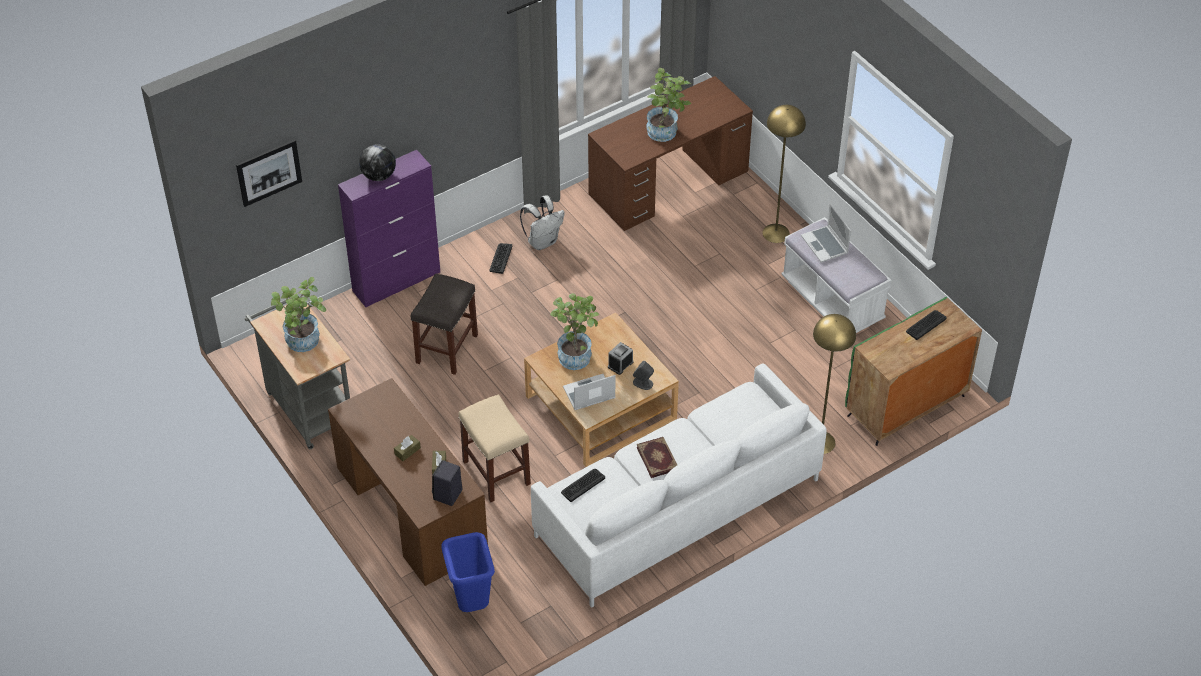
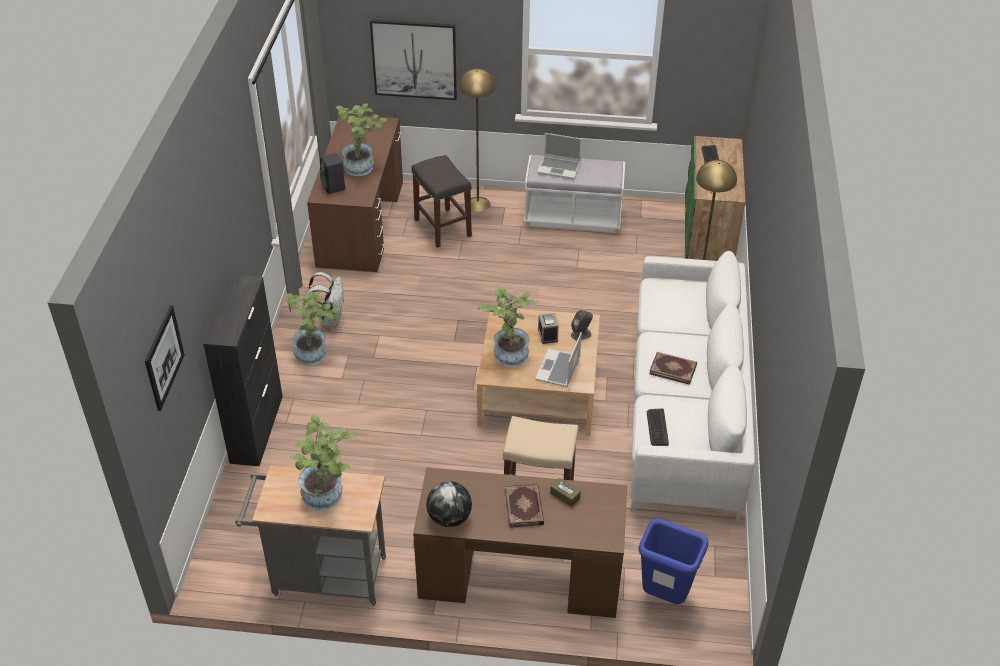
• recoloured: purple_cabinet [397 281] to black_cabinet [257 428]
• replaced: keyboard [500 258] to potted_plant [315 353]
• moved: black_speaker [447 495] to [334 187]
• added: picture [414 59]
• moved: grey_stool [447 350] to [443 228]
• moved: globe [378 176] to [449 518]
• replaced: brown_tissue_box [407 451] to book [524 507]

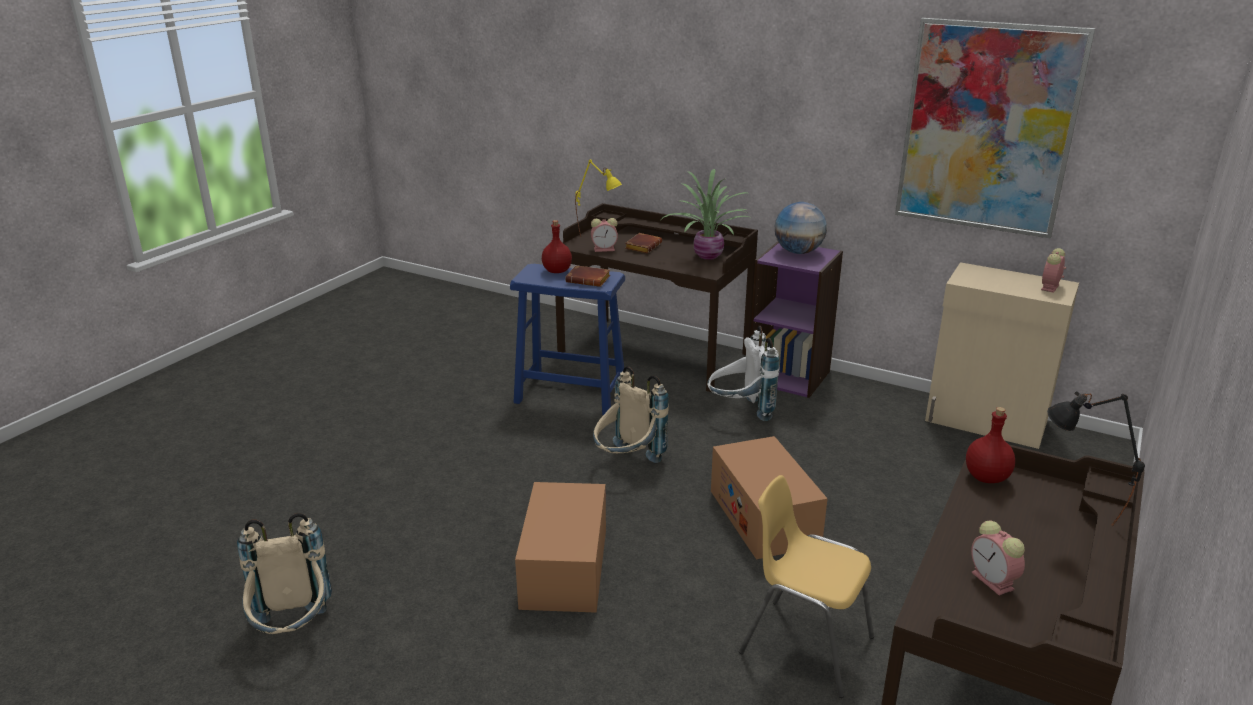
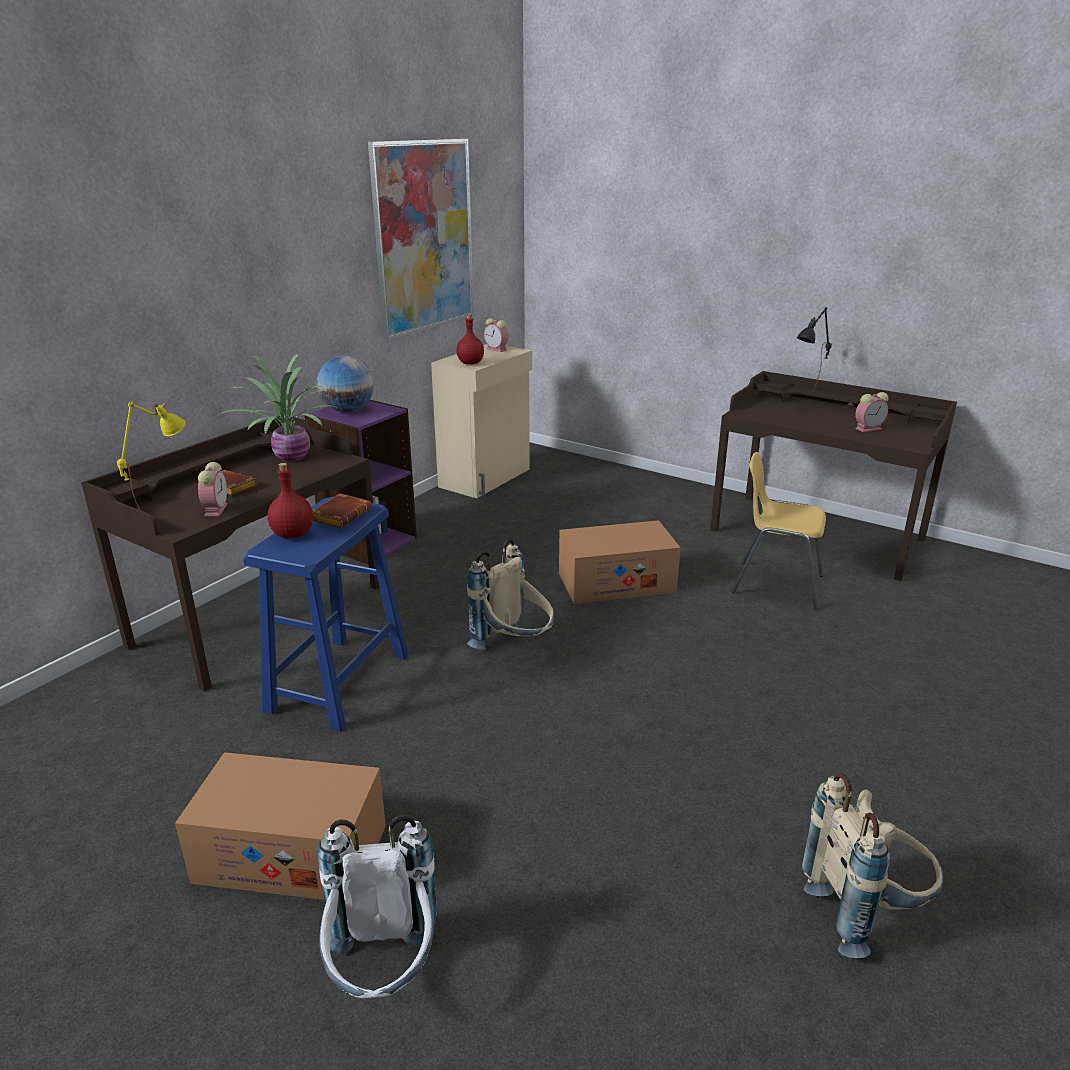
• moved: cardboard_box [564 567] to [291 853]
• moved: white_backpack [740 411] to [383 975]
• moved: red_bottle [986 478] to [471 363]
• turned: yellow_chair [805 645] = [776 584] 75 degrees clockwise

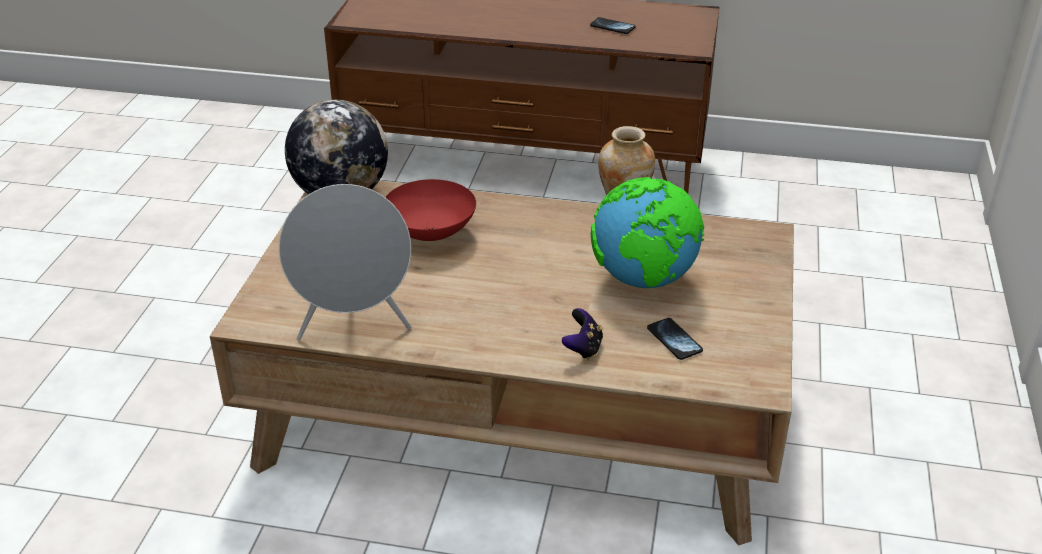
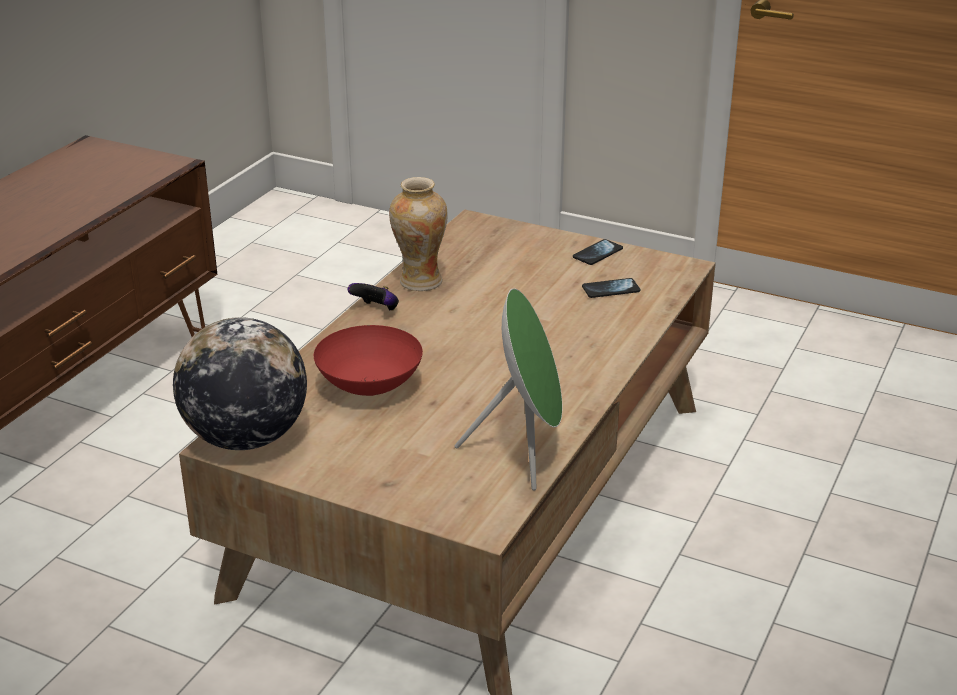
• moved: game_controller [583 348] to [376 310]
• recoloured: grey_speaker [354 327] to green_speaker [524 452]
• moved: phone [612 27] to [597 253]
• removed: globe [644 281]

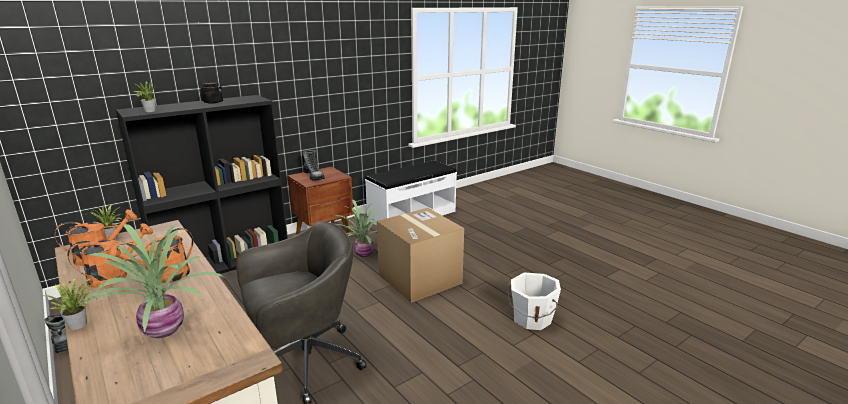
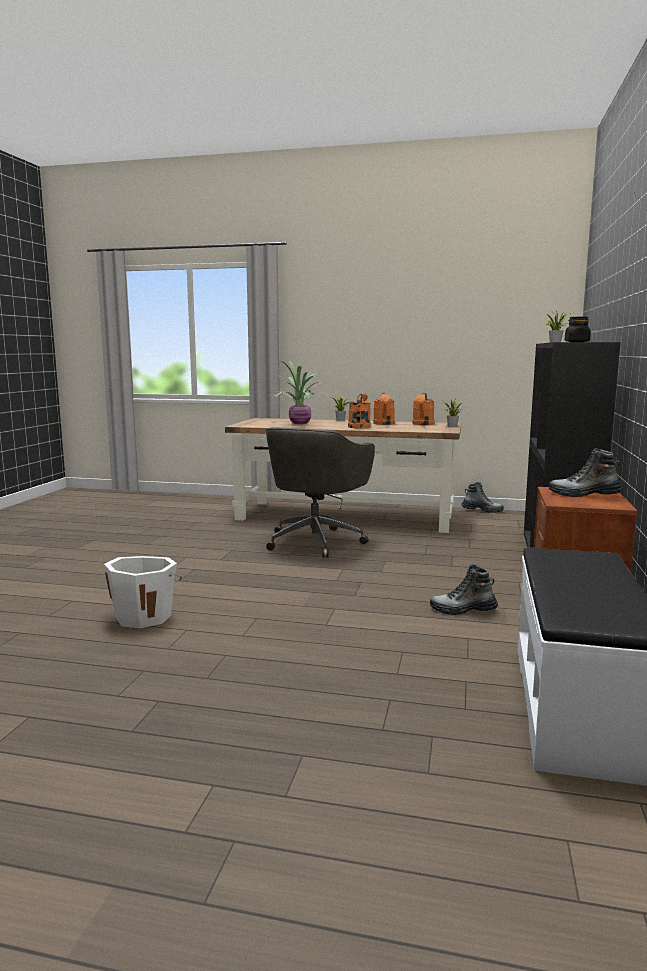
• replaced: potted_plant [363 253] to boot [463 610]
• removed: cardboard_box [420 279]

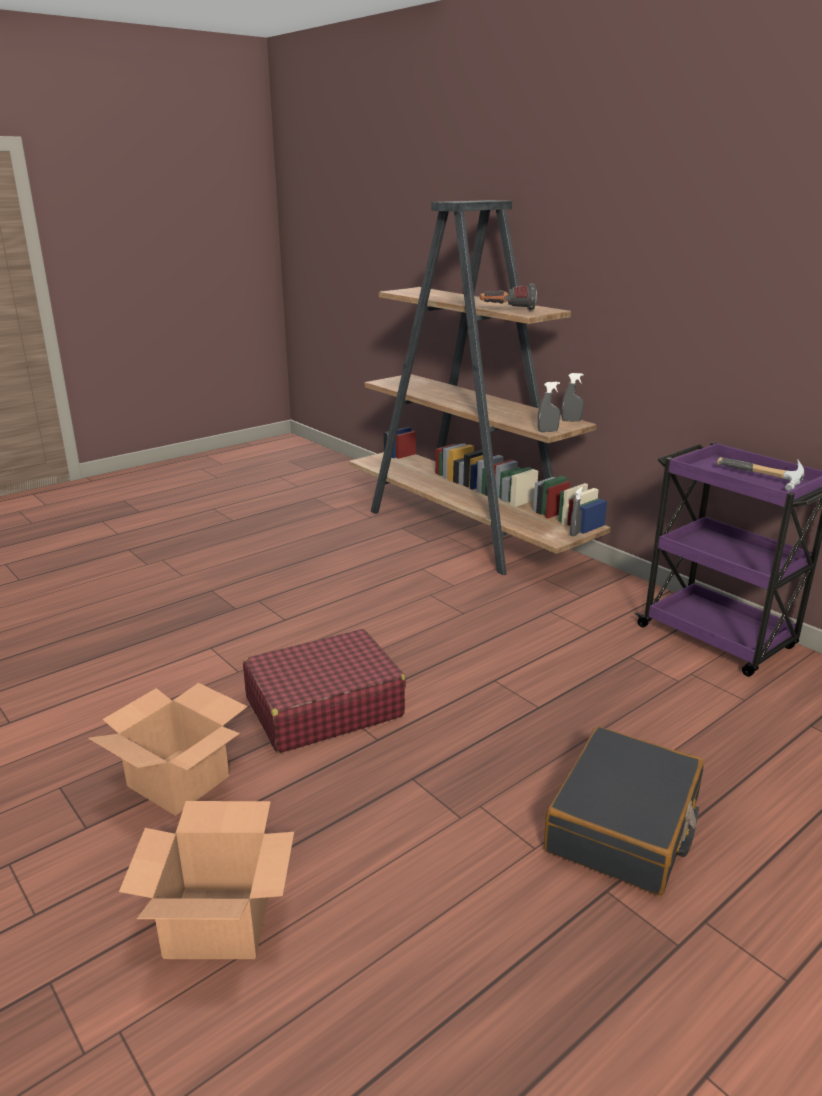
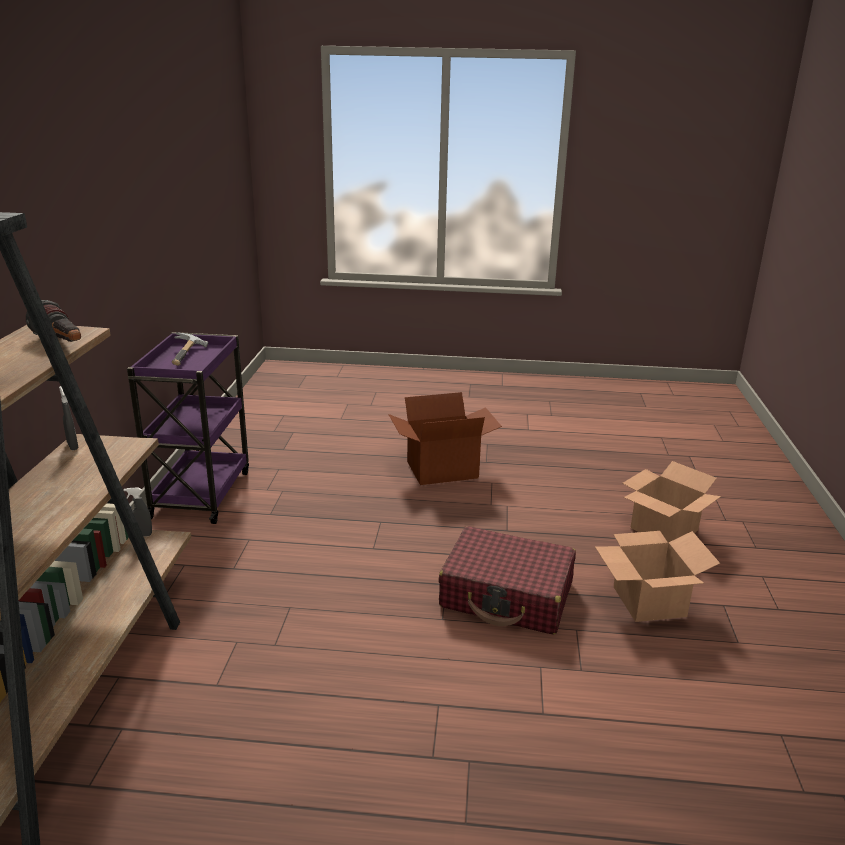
• replaced: black_suitcase [624 826] to cardboard_box [442 469]
• removed: grey_spray_bottle [547 431]

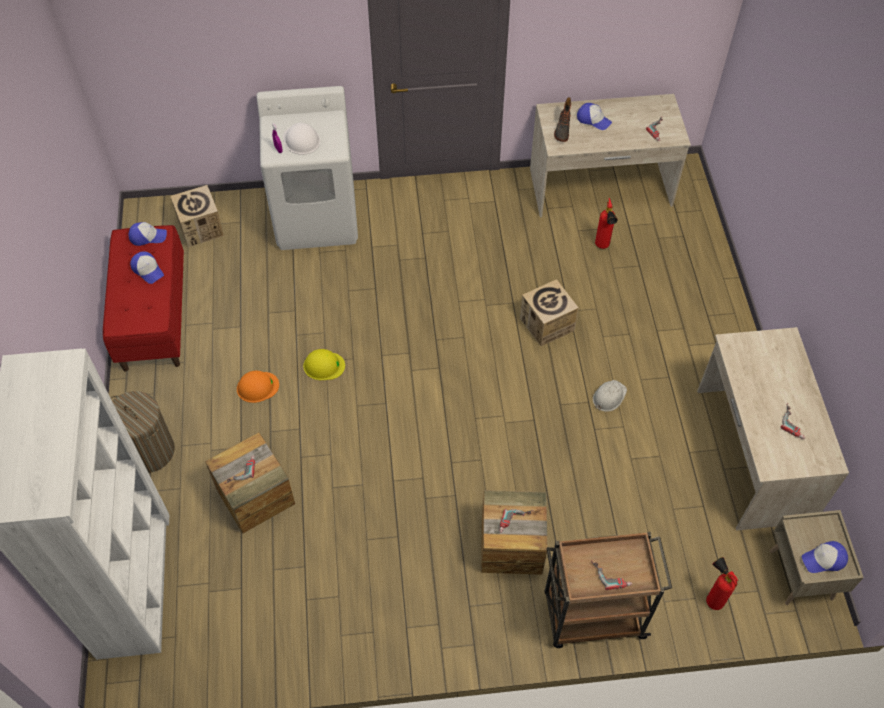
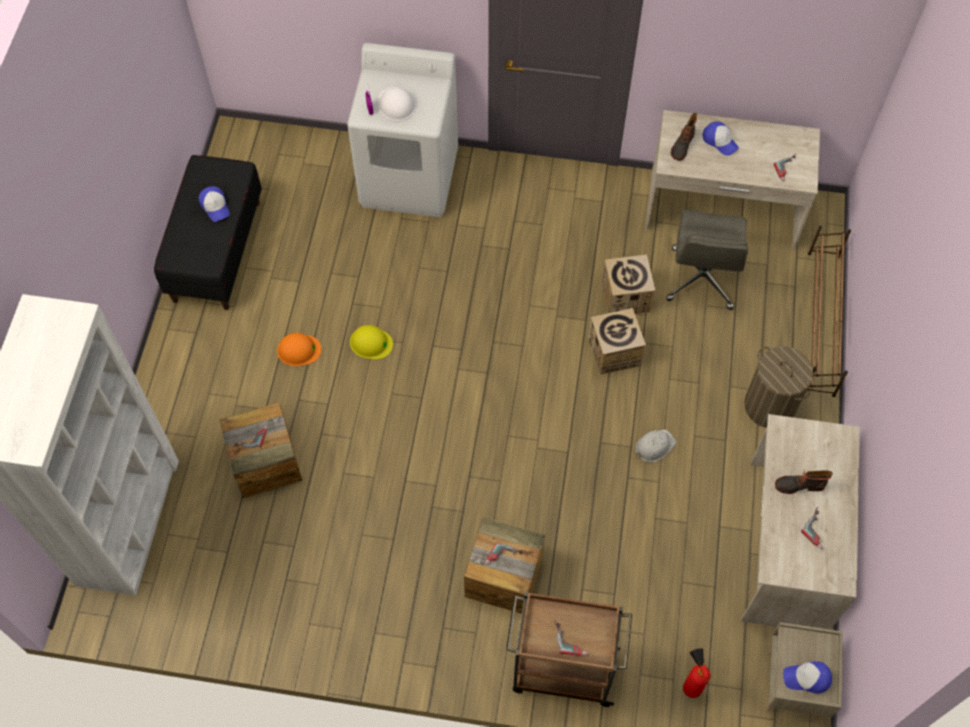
• recoloured: red_bench [153 316] to black_bench [216 251]
• moved: cardboard_box [201 228] to [625 297]
• replaced: fire_extinguisher [602 247] to grey_office_chair [702 279]
• moved: laundry_basket [149 451] to [769 405]
• added: boot [799 485]
• added: brown_shoe_rack [820 323]
• removed: cap [148 236]

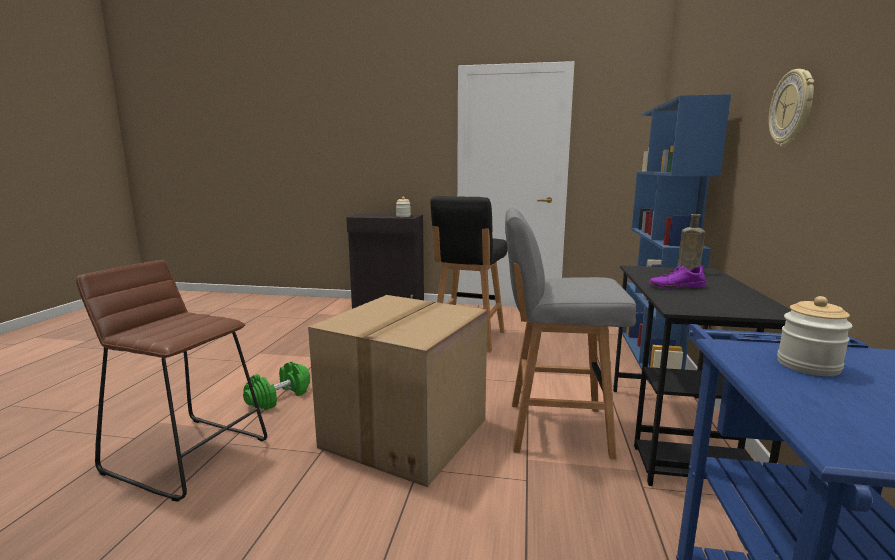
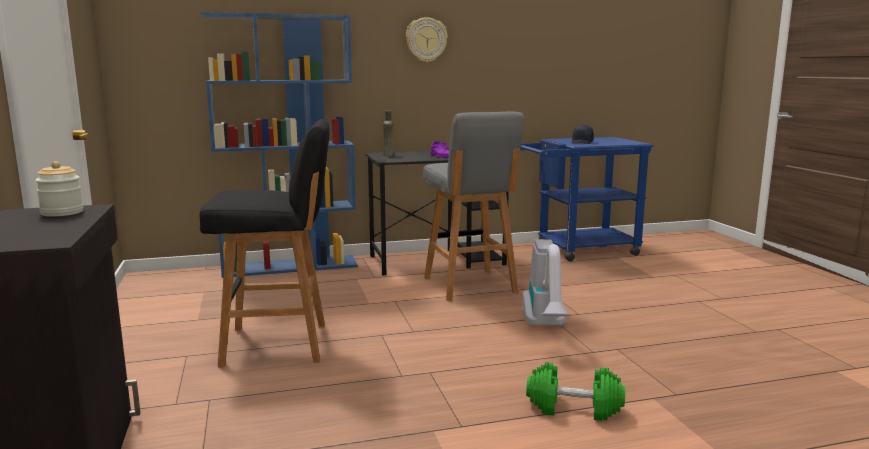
• replaced: cardboard_box [406 434] to vacuum_cleaner [545 326]
• replaced: jar [808 366] to black_cap [582 142]
• removed: brown_stool [188 454]

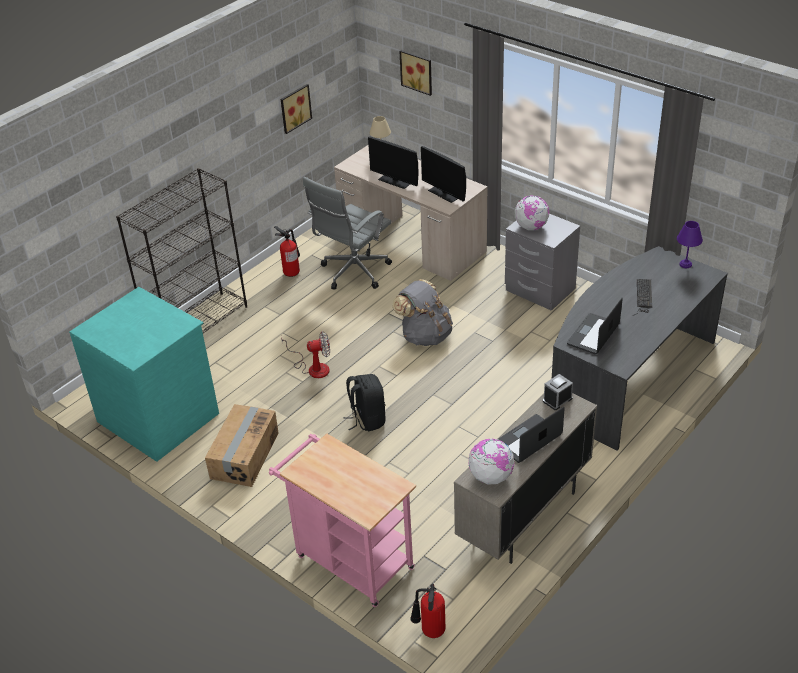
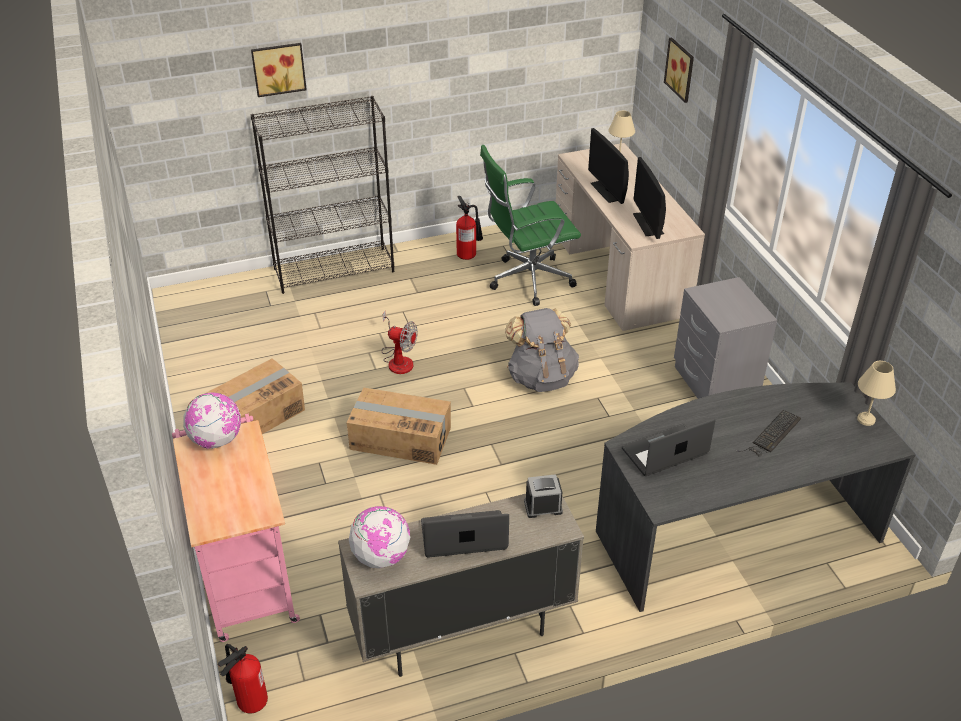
• moved: globe [531 227] to [217 440]
• moved: picture [294 108] to [278 68]
• replaced: black_backpack [367 419] to cardboard_box [400 438]
• recoloured: grey_office_chair [353 273] to green_office_chair [527 280]
• recoloured: purple_table_lamp [685 265] to beige_table_lamp [865 420]
• removed: turquoise_dresser [159 416]

